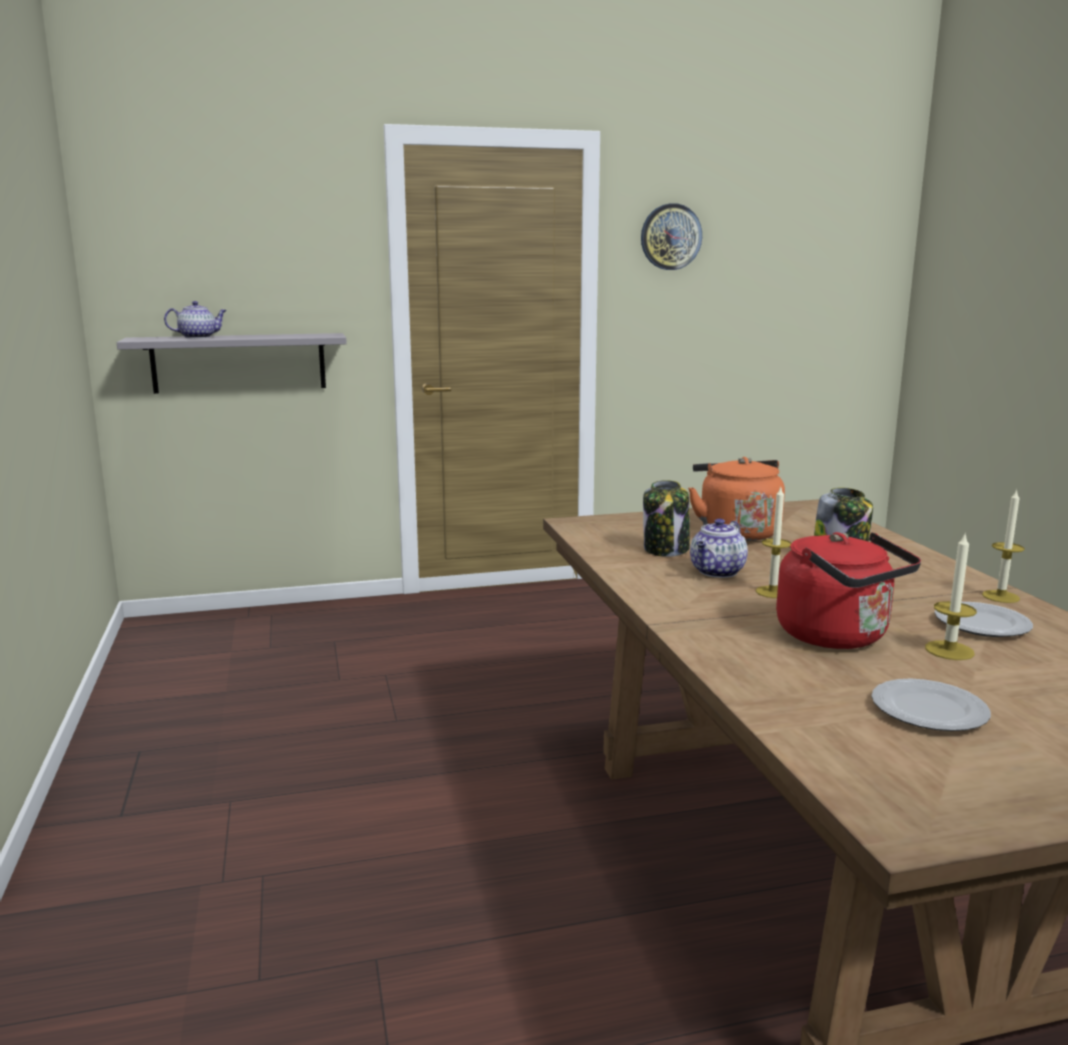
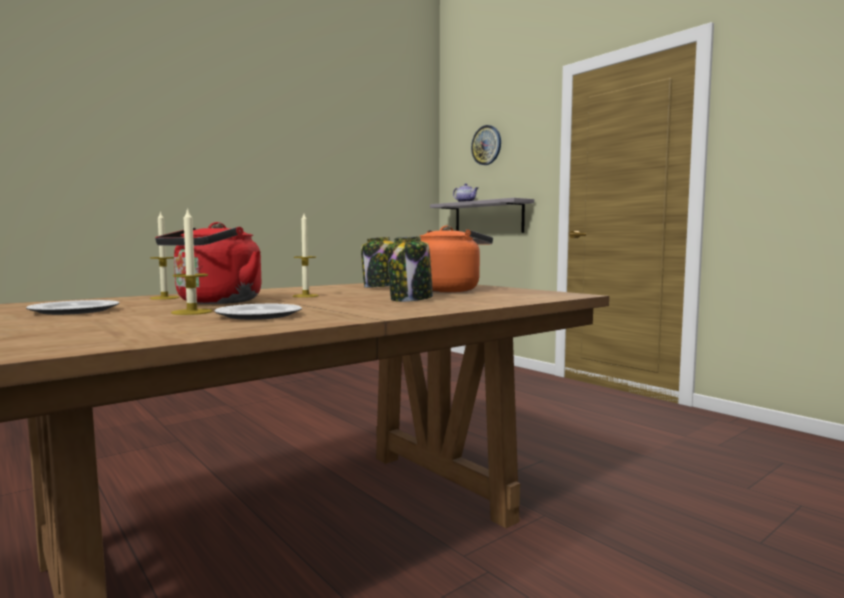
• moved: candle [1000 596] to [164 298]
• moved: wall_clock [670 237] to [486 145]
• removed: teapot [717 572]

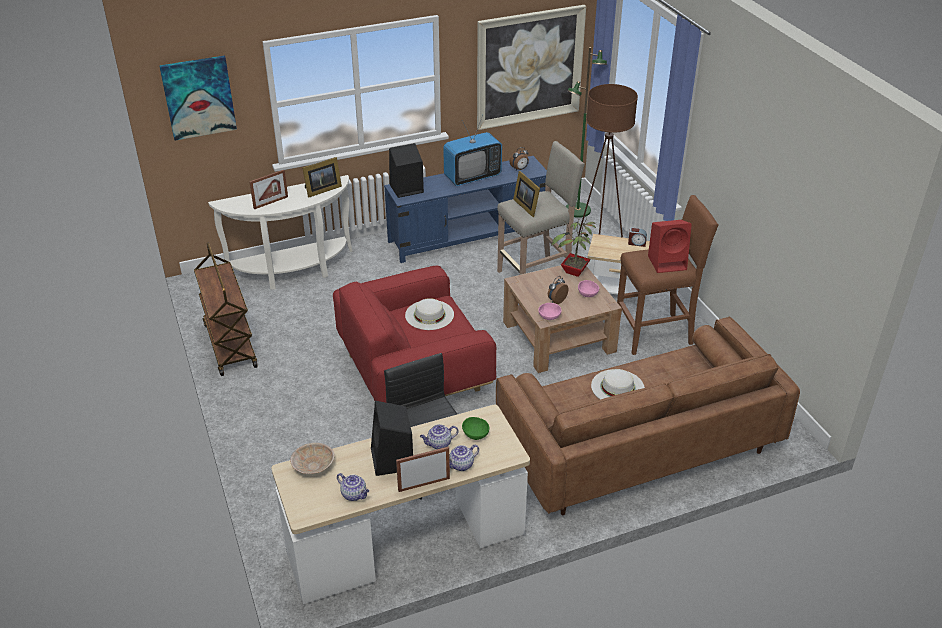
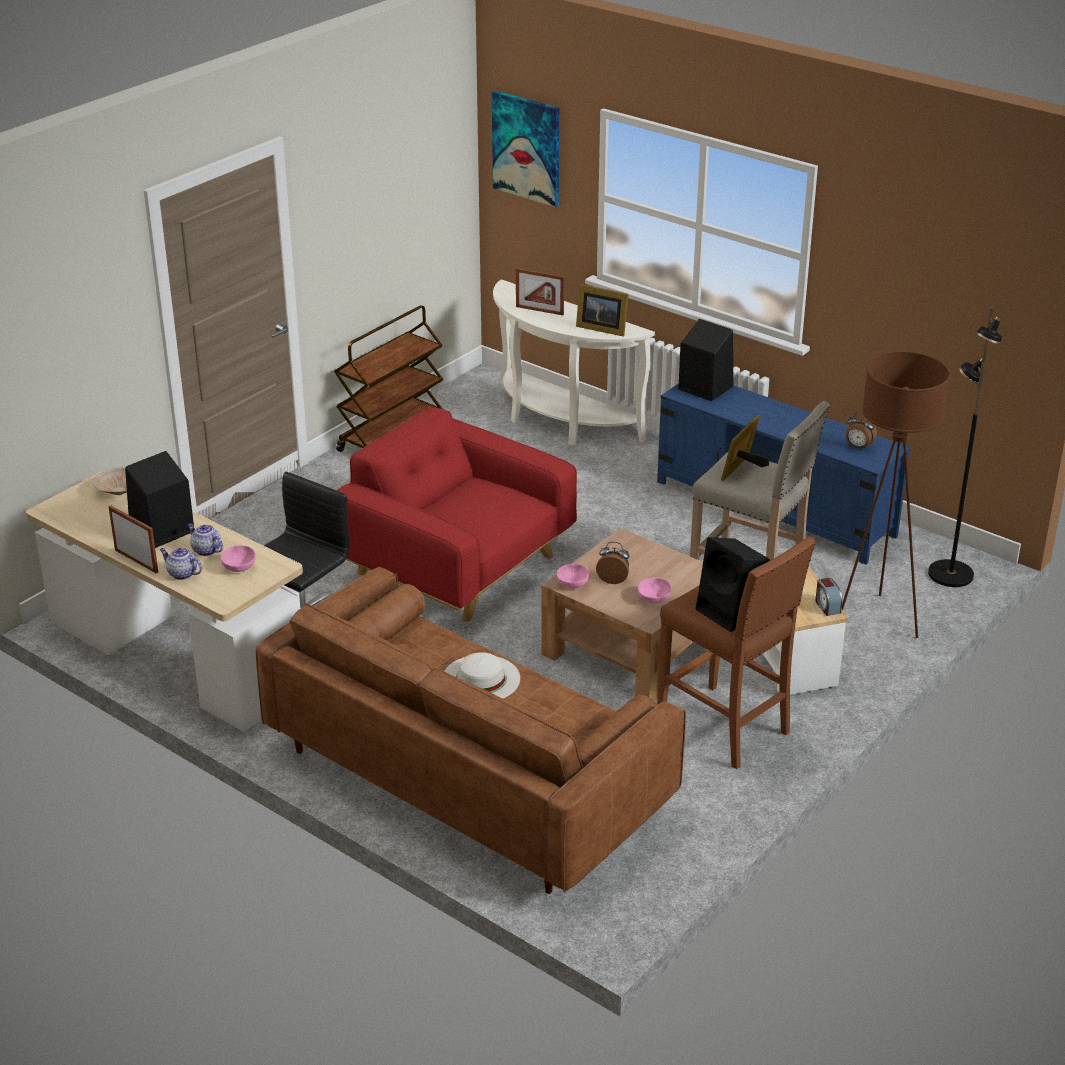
• recoloured: green_bowl [476 434] to pink_bowl [240 567]
• recoloured: red_speaker [668 262] to black_speaker [732 612]
• recoloured: green_floor_lamp [577 211] to black_floor_lamp [949 574]
• removed: teapot [354 494]
• removed: white_hat [429 315]
• removed: television [472 177]
• removed: picture [529 67]
• removed: potted_plant [574 272]

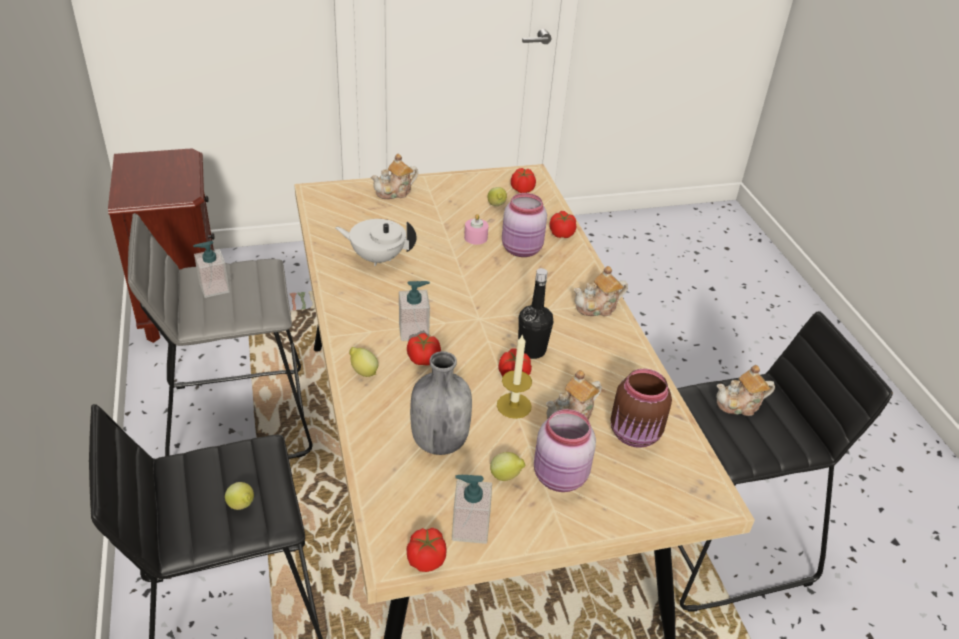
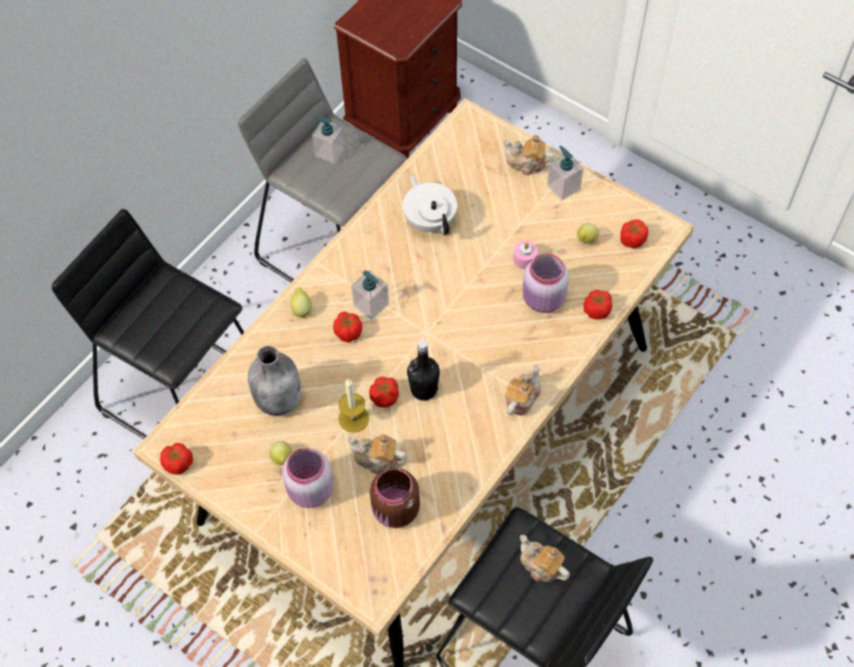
• turned: teapot [598 307] = [521 398] 90 degrees clockwise
• moved: soap_dispenser [470 528] to [563 187]
• removed: lemon [242 506]

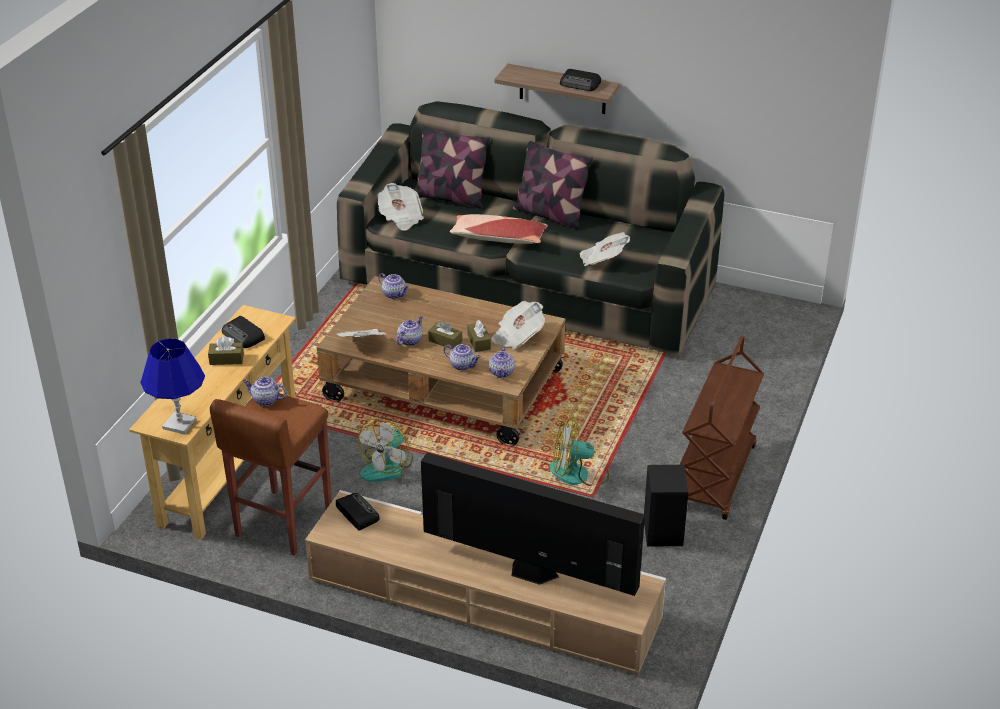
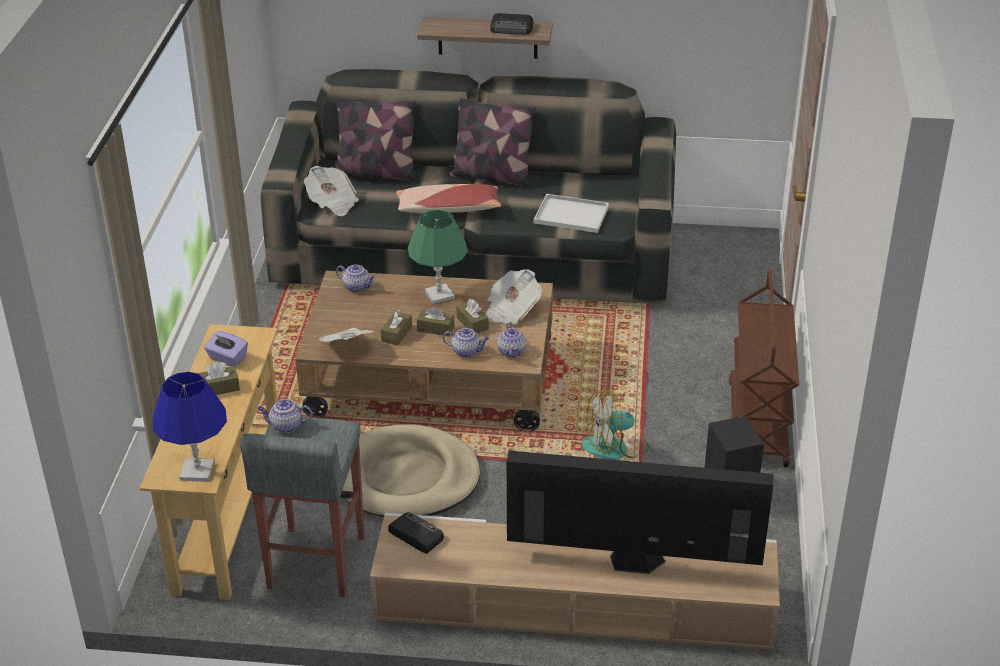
• replaced: radio [244 336] to purple_tissue_box [227 358]
• recoloured: brown_stool [282 522] to grey_stool [314 563]
• replaced: fan [387 466] to beige_dog_bed [406 478]
• replaced: teapot [410 340] to brown_tissue_box [396 334]
• added: green_table_lamp [439 295]
• replaced: newspaper [602 260] to white_tray [569 215]

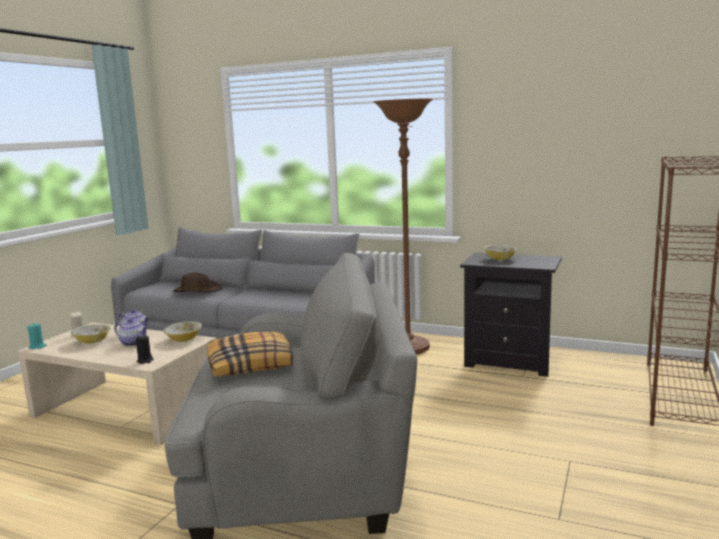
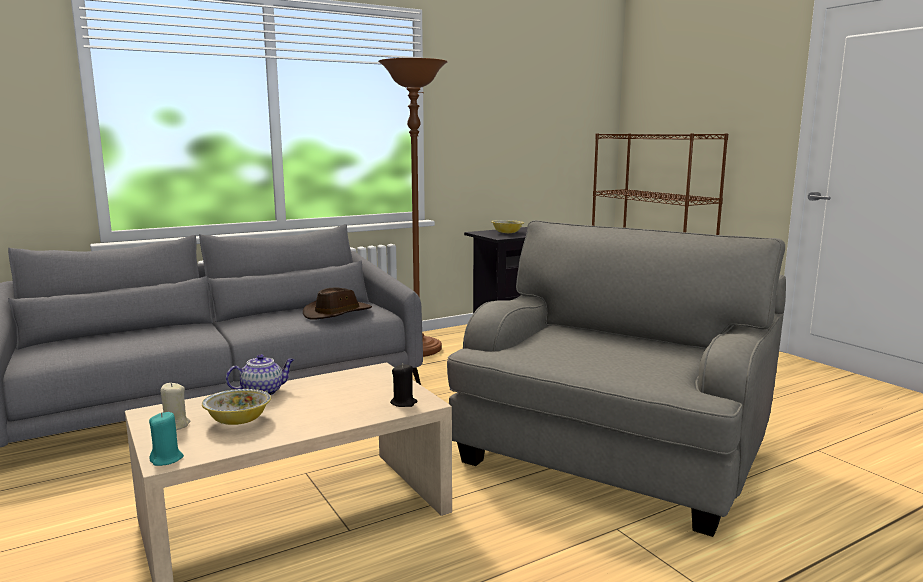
• moved: brown_hat [197 291] to [337 313]
• removed: teapot [133 343]
• removed: bowl [184 339]
• removed: pillow [251 365]

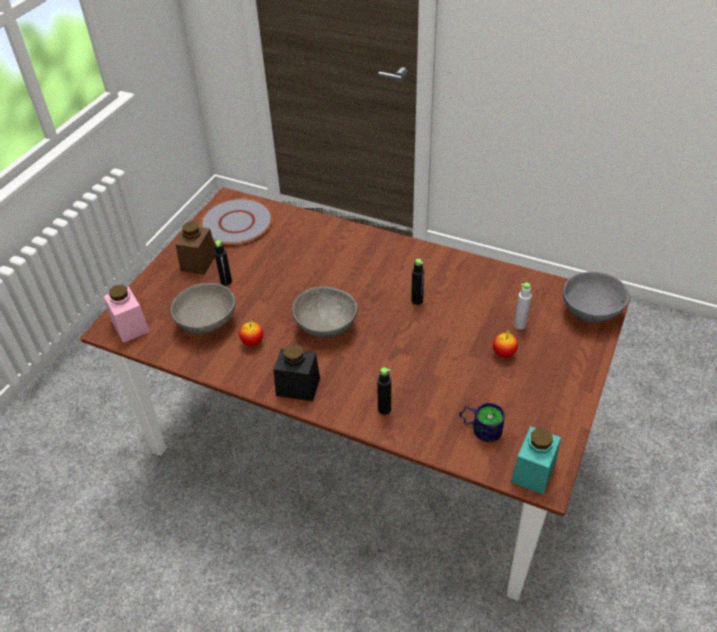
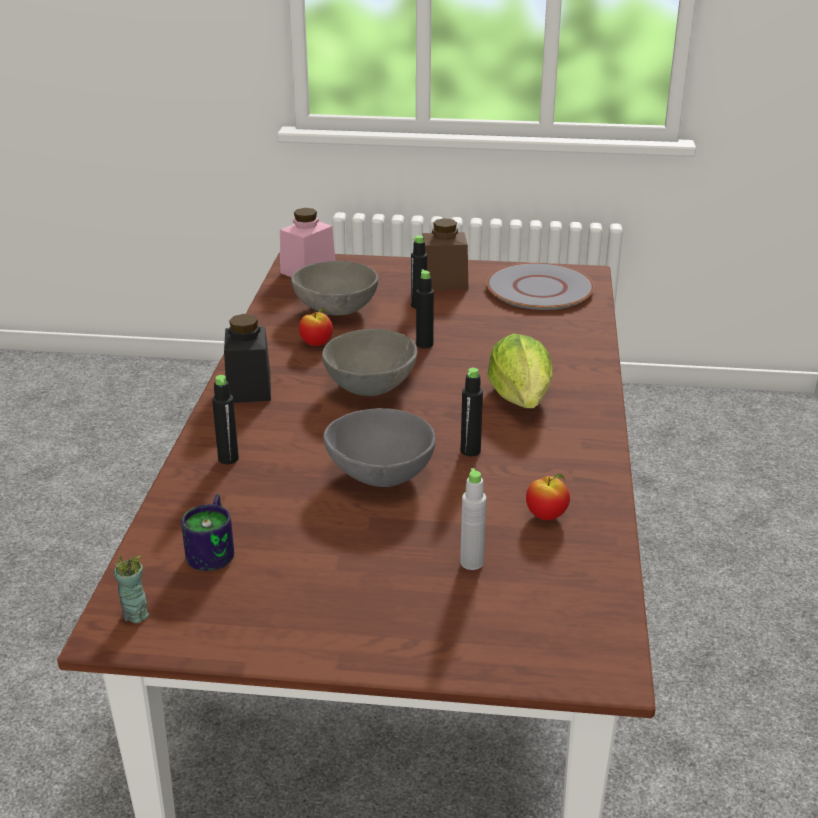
• replaced: turquoise_jar [533 471] to cup [135 615]
• moved: grey_bowl [591 311] to [381 475]
• added: black_bottle [424 344]
• added: lettuce [522 398]
• moved: apple [504 353] to [546 516]

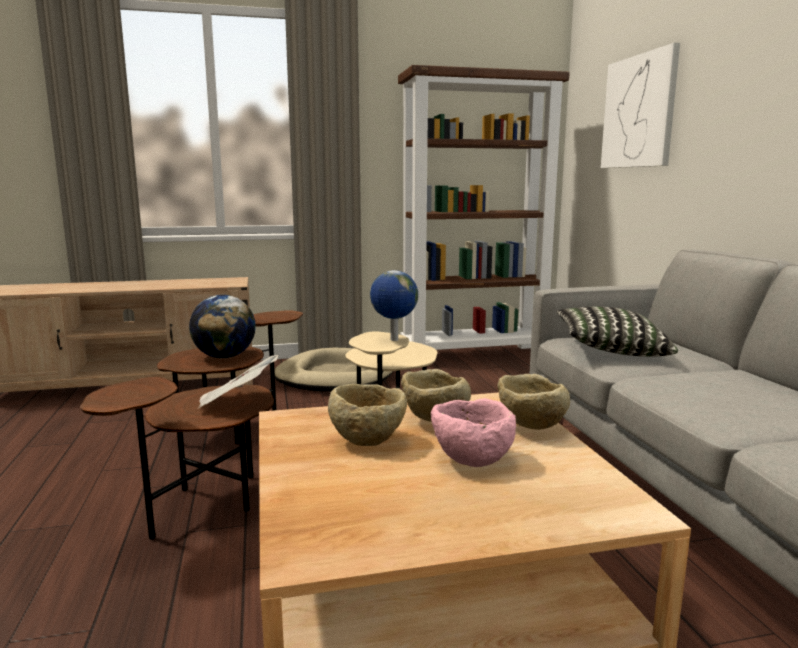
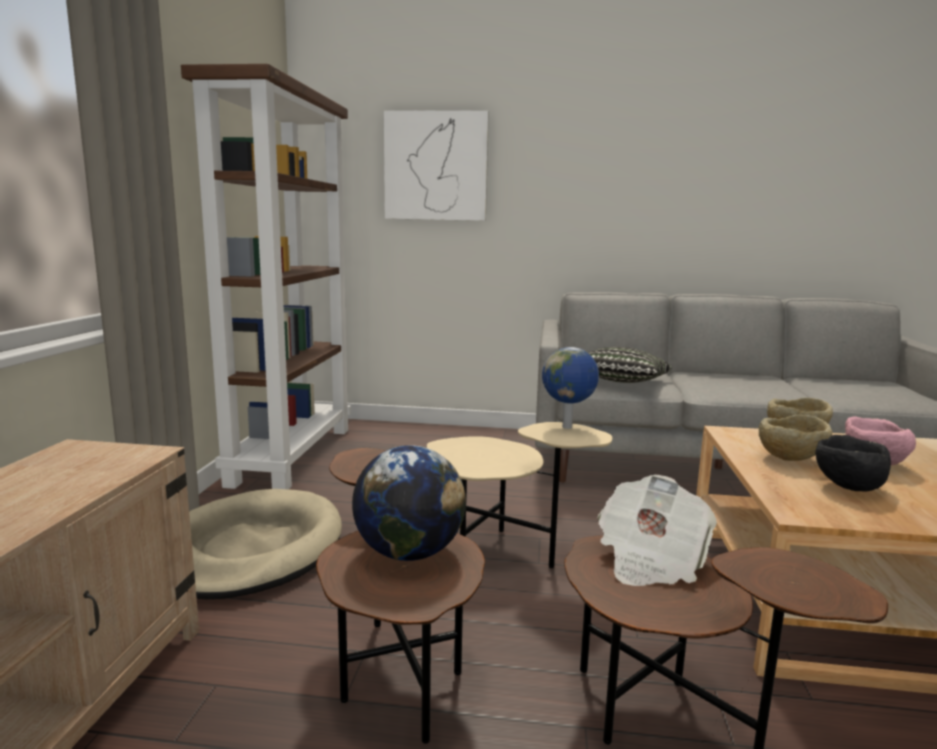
• recoloured: beige_bowl [368 440] to black_bowl [847 487]

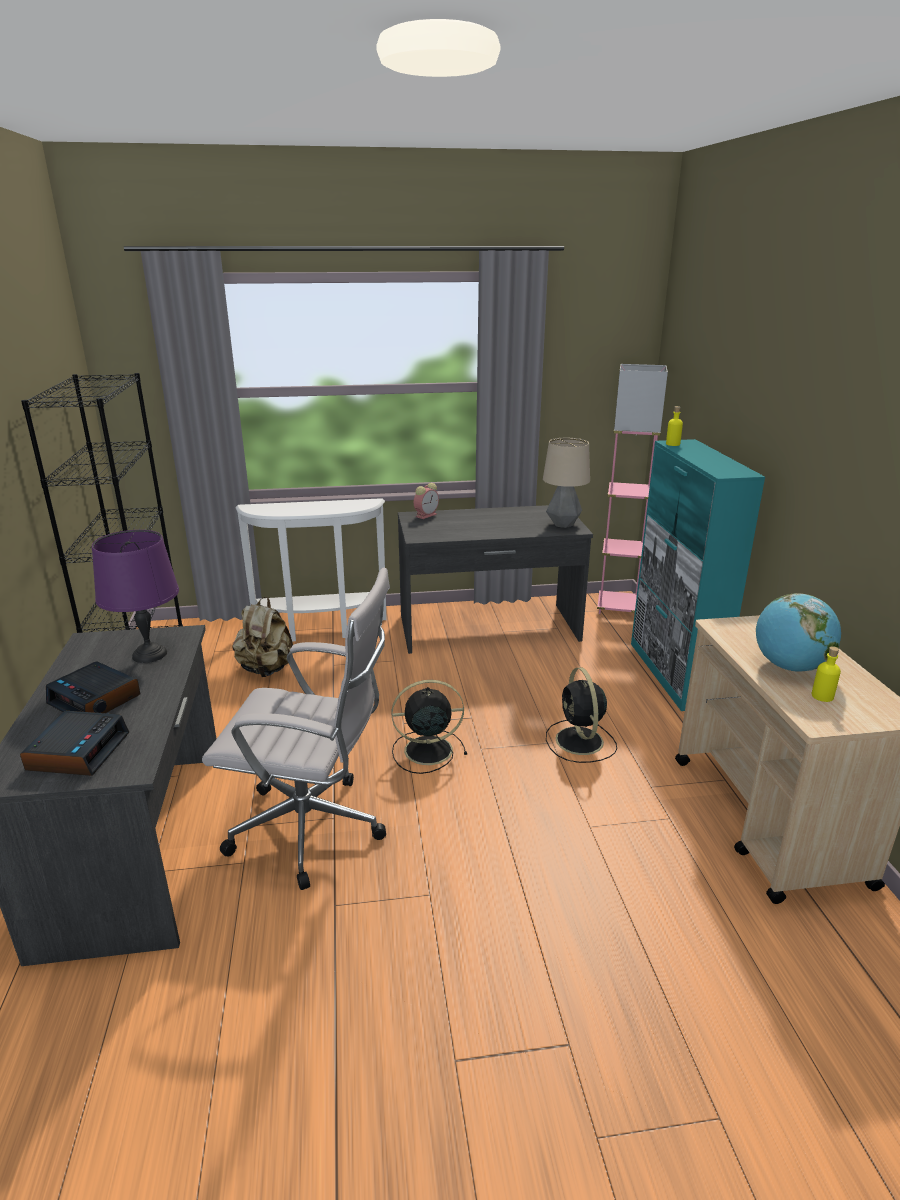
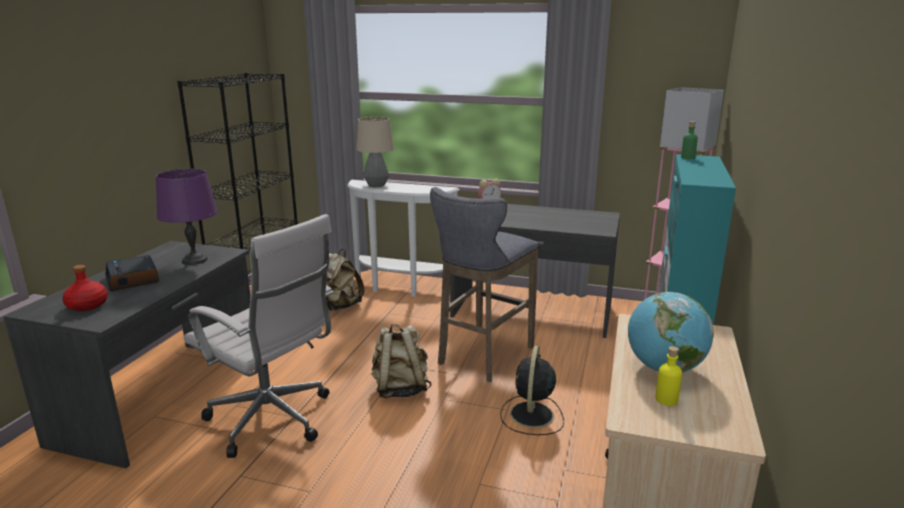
• replaced: alarm_clock [78 751] to red_bottle [87 305]
• moved: table_lamp [562 524] to [376 185]
• replaced: black_fan [426 750] to beige_backpack [400 389]
• added: grey_stool [482 357]
• recoloured: yellow_bottle [672 444] to green_bottle [687 157]

